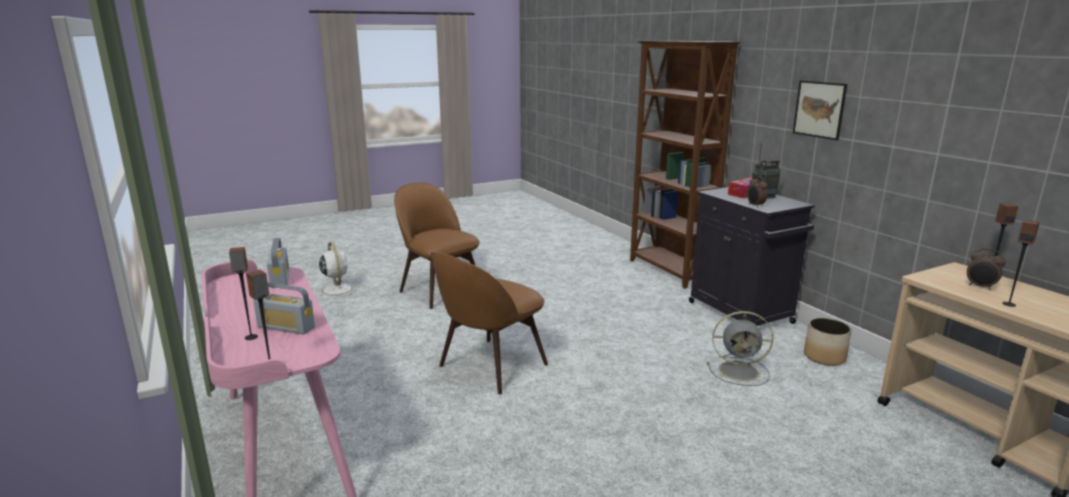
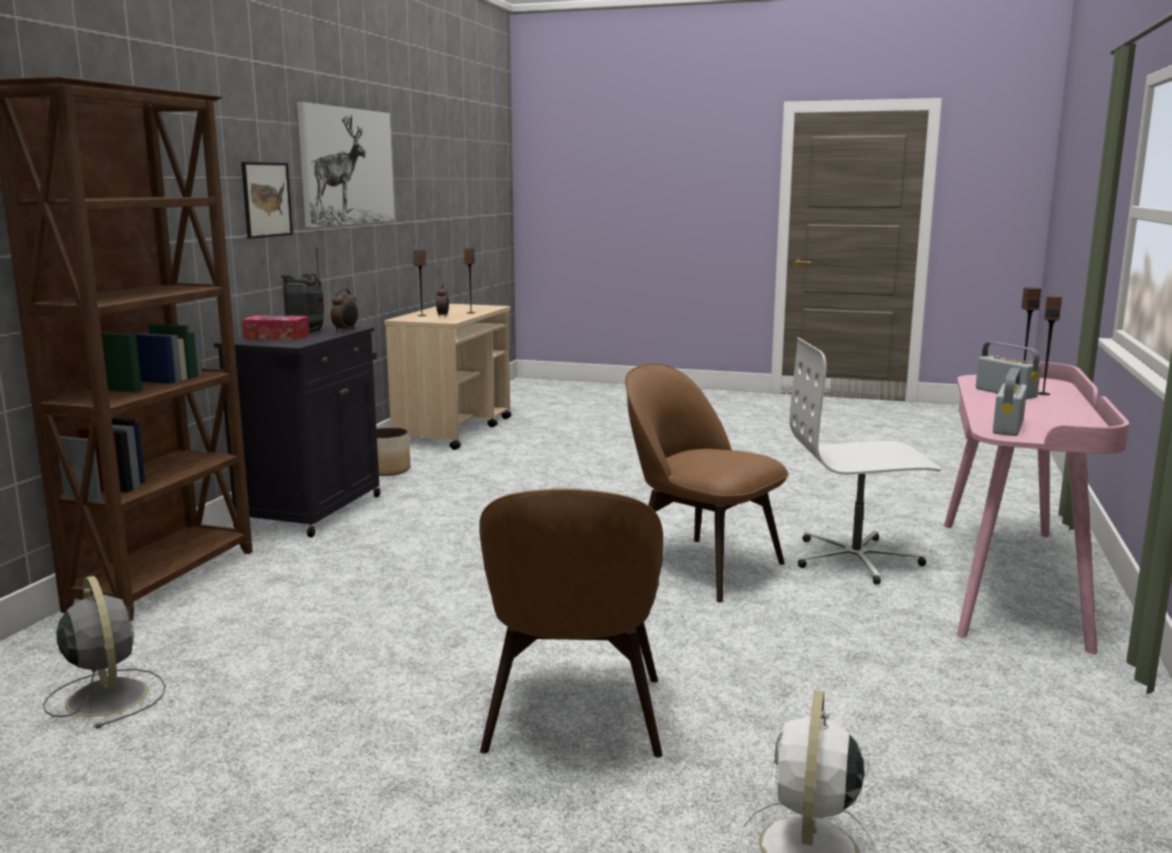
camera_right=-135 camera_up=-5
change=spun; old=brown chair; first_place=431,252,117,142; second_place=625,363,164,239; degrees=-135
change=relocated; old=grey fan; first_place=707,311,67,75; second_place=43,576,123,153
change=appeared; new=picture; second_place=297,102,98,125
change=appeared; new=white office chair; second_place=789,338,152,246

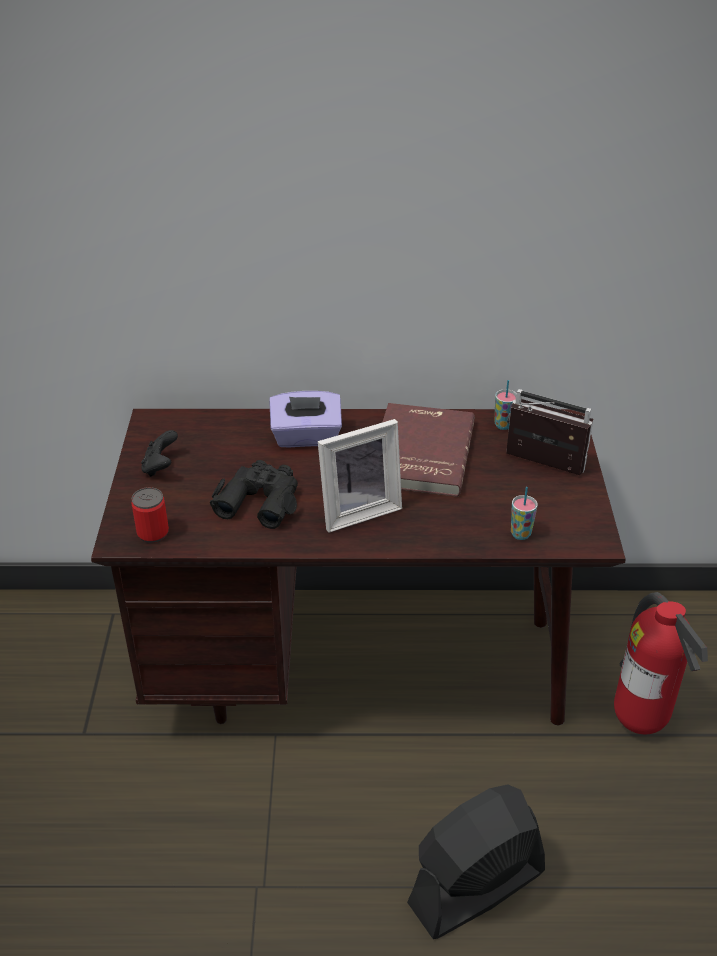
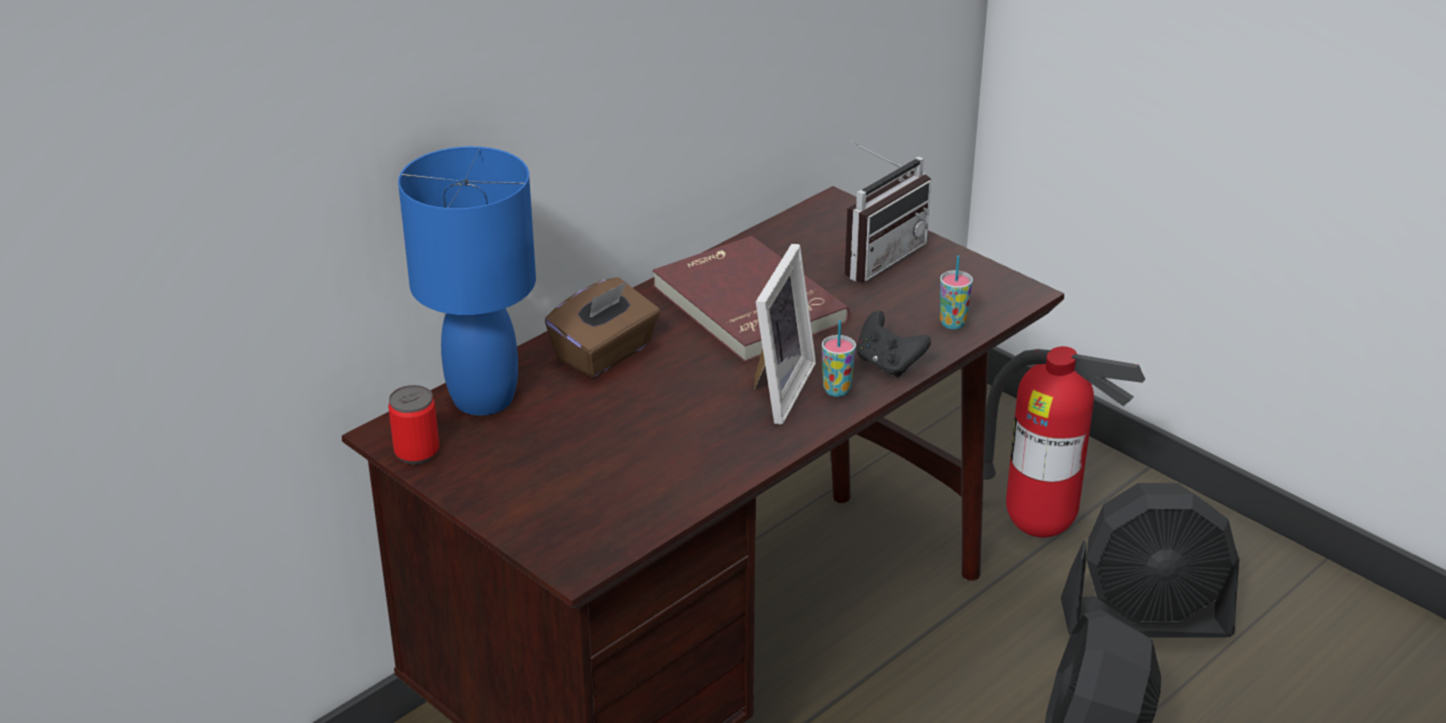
camera_right=-45 camera_up=-5
change=relocated; old=can; first_place=131,487,38,56; second_place=388,385,51,79
change=relocated; old=black game controller; first_place=141,430,37,47; second_place=857,311,74,66
change=missing; old=black binoculars; first_place=210,460,88,69
change=colour; old=purple tissue box; new=brown tissue box; first_place=269,391,73,56; second_place=545,277,115,101
change=relocated; old=cup; first_place=495,380,22,50; second_place=822,320,34,77
change=spun; old=radio; first_place=506,389,87,86; second_place=845,141,86,142; degrees=150
change=appeared; new=blue table lamp; second_place=398,146,138,269
change=appeared; new=black fan; second_place=1061,483,178,154

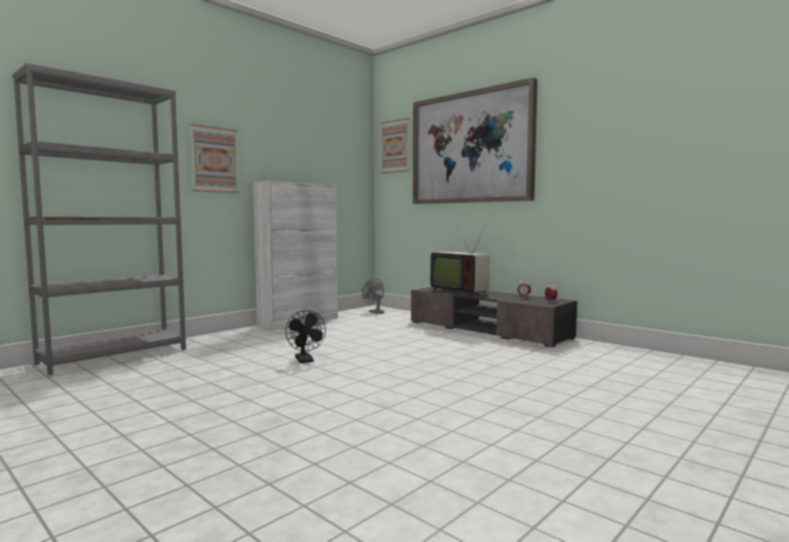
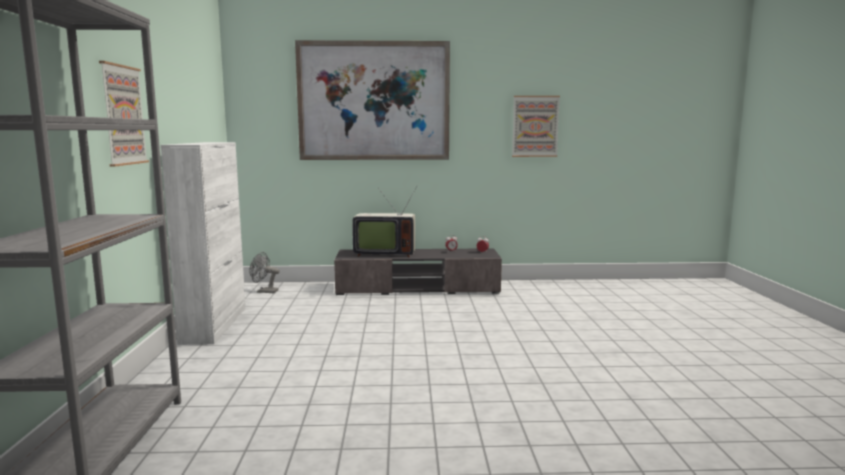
camera_right=-45 camera_up=5
change=missing; old=black fan; first_place=285,310,41,53
change=relocated; old=picture; first_place=380,118,29,55; second_place=512,96,48,61

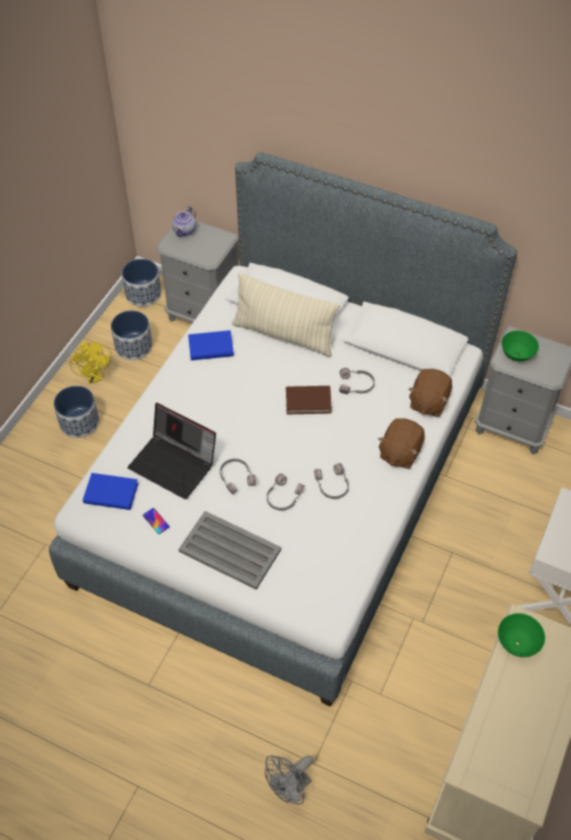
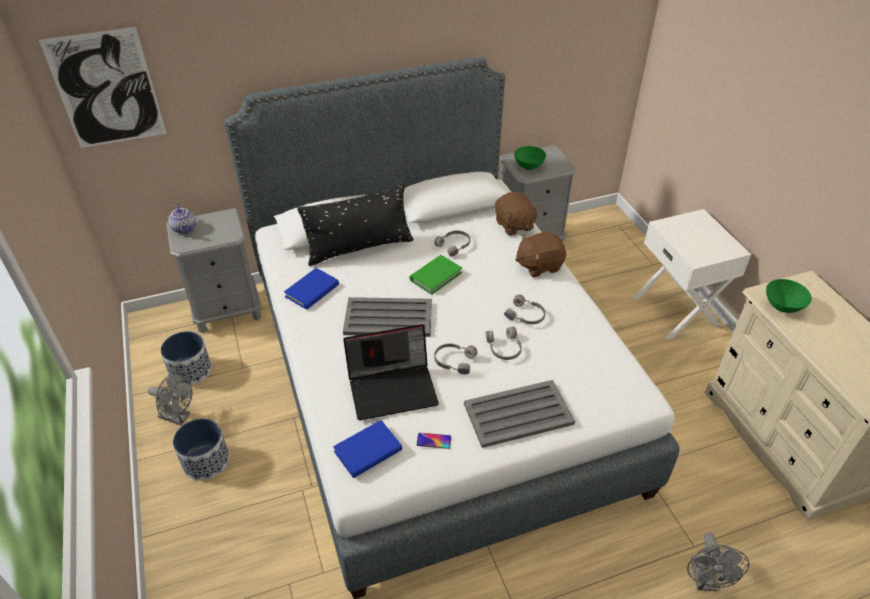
camera_right=-45 camera_up=-10
change=colour; old=yellow fan; new=grey fan; first_place=70,342,42,42; second_place=148,371,45,54
change=missing; old=planter; first_place=122,259,39,48
change=colour; old=beige pillow; new=black pillow; first_place=232,273,108,84; second_place=297,184,116,82
change=colour; old=brown book; new=green book; first_place=286,386,46,28; second_place=409,255,53,40
change=spun; old=brown plush toy; first_place=378,418,47,51; second_place=515,232,51,45; degrees=90
change=appeared; new=picture; second_place=39,27,128,121
change=appeared; new=grey tray; second_place=343,297,89,40

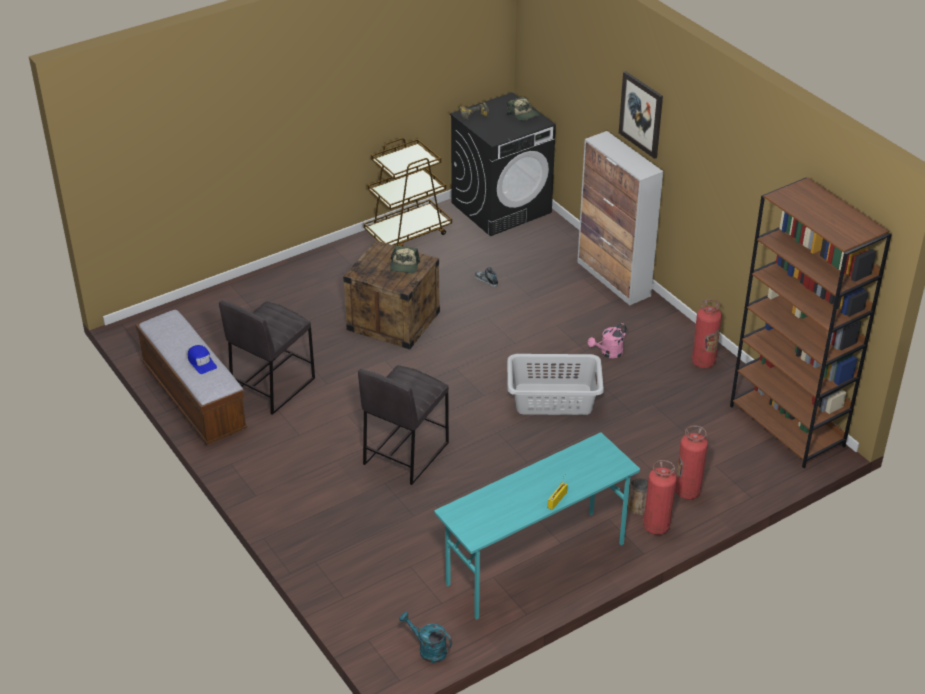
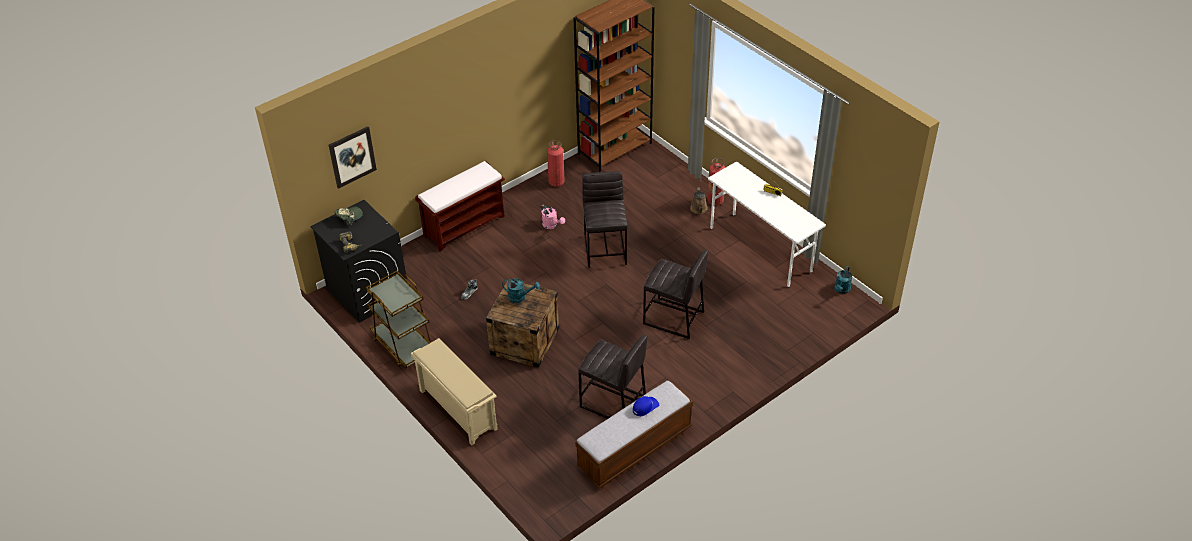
camera_right=-95 camera_up=5
change=exchanged; old=cap; new=turquoise watering can; first_place=390,246,30,27; second_place=502,278,38,25
change=colour; old=turquoise desk; new=white desk; first_place=434,432,206,188; second_place=708,162,118,125
change=exchanged; old=grey laundry basket; new=grey stool; first_place=507,354,97,61; second_place=582,171,46,97
change=exchanged; old=cabinet; new=brown bench; first_place=577,131,86,174; second_place=415,161,90,90
change=relocated; old=picture; first_place=619,71,44,88; second_place=329,126,48,63
change=missing; old=fire extinguisher; first_place=675,425,33,74
change=appeared; new=beige shoe rack; second_place=411,338,87,107

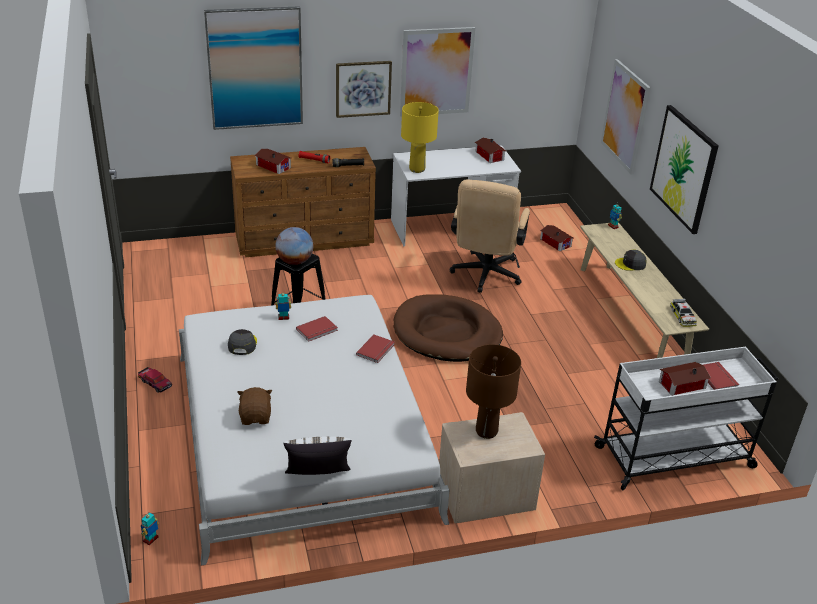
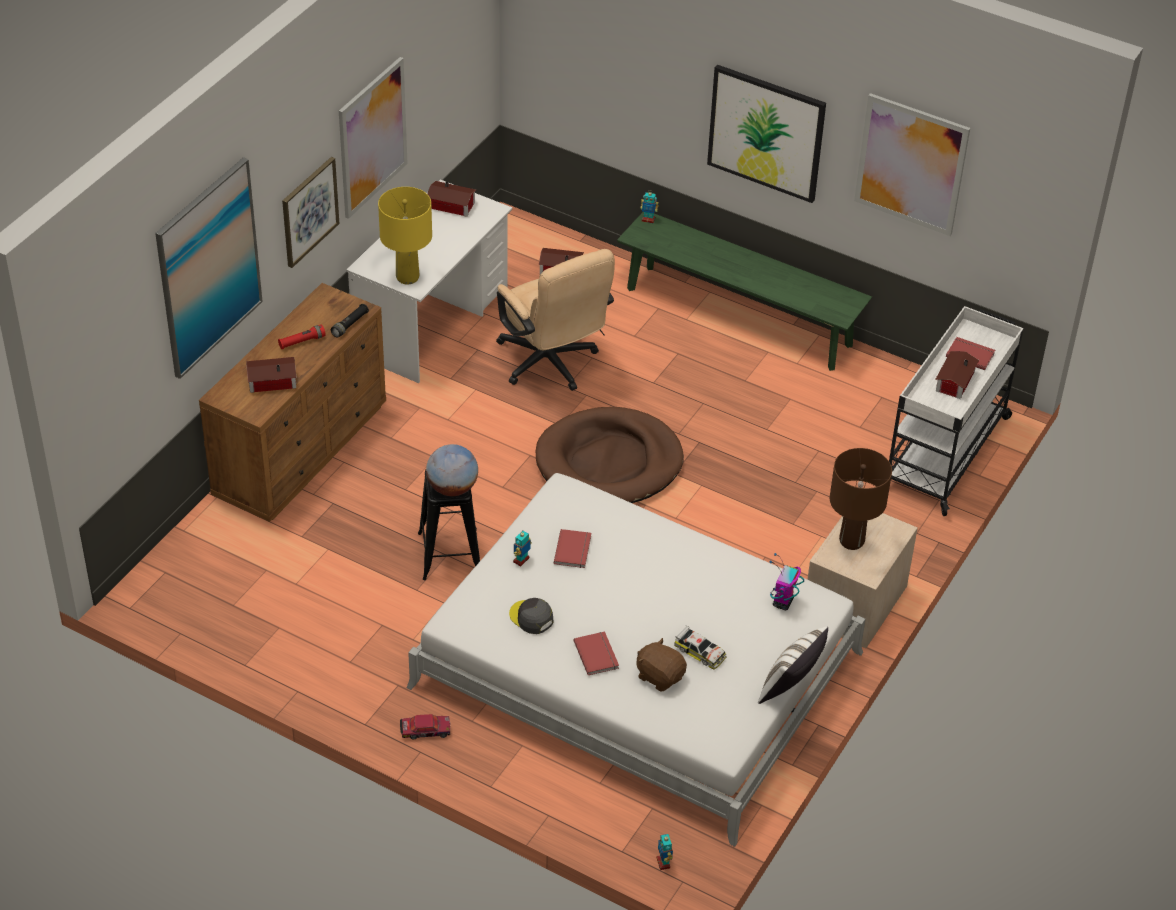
camera_right=-45 camera_up=10
change=relocated; old=red book; first_place=356,335,39,28; second_place=574,631,45,44
change=colour; old=beige bench; new=green bench; first_place=580,222,129,136; second_place=617,212,255,159
change=relocated; old=picture; first_place=601,59,50,116; second_place=854,93,116,143
change=missing; old=grey cap; first_place=615,250,32,21
change=relocated; old=toy car; first_place=670,299,27,28; second_place=674,626,53,44
change=appeared; new=toy robot; second_place=769,553,35,57

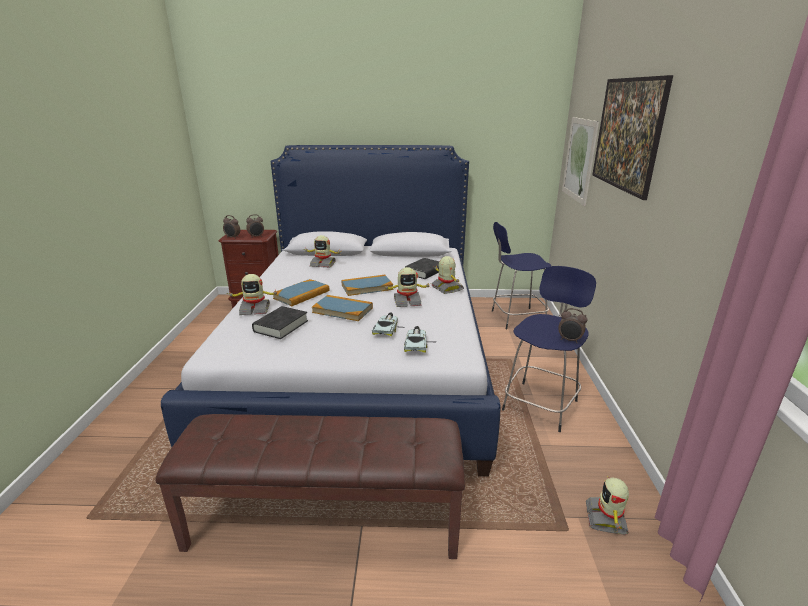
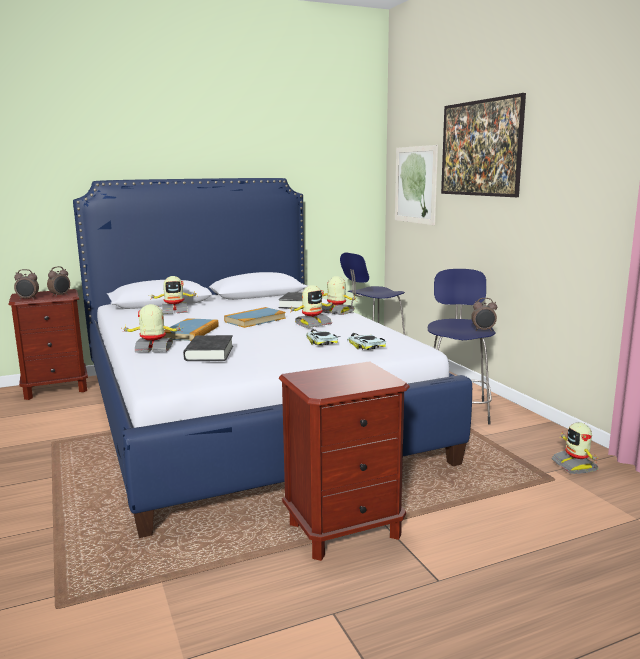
camera_right=-25 camera_up=-10
change=exchanged; old=brown bench; new=brown nightstand; first_place=156,414,309,145; second_place=279,361,131,200
change=spun; old=toy robot; first_place=227,274,51,41; second_place=122,304,62,49; degrees=-150
change=missing; old=book; first_place=312,295,61,26

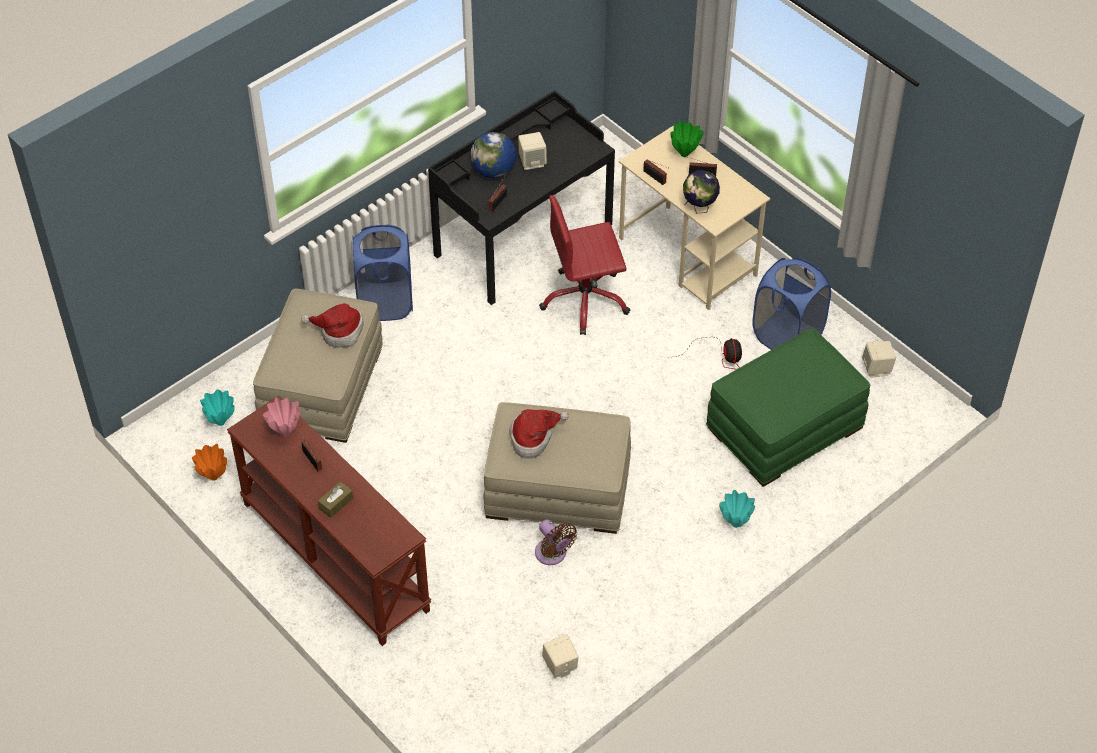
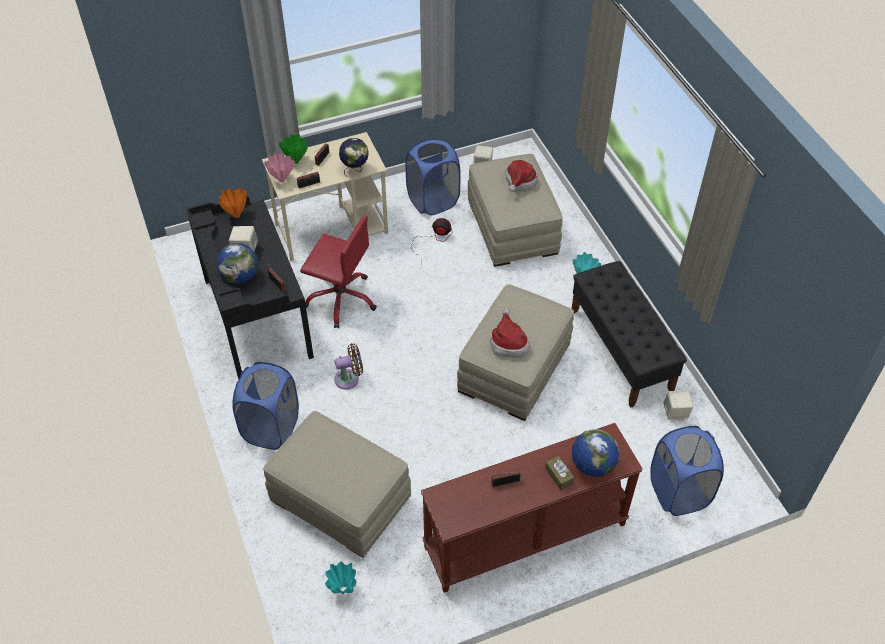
camera_right=-70 camera_up=0
change=relocated; old=orange vase; first_place=192,444,35,37; second_place=219,188,28,30
change=relocated; old=pink vase; first_place=263,398,37,39; second_place=264,152,31,30
change=relocated; old=hat; first_place=301,303,62,45; second_place=505,160,33,32
change=relocated; old=brown fan; first_place=535,519,42,46; second_place=334,343,29,47
change=spun; old=red office chair; first_place=539,195,91,140; second_place=300,215,77,113; degrees=-75
change=colour; old=green ottoman; new=beige ottoman; first_place=706,328,164,159; second_place=468,154,95,113
change=appeared; new=black bench; second_place=571,261,116,147
change=appeared; new=globe; second_place=572,429,47,48
change=appeared; new=blue laundry basket; second_place=650,426,74,90

